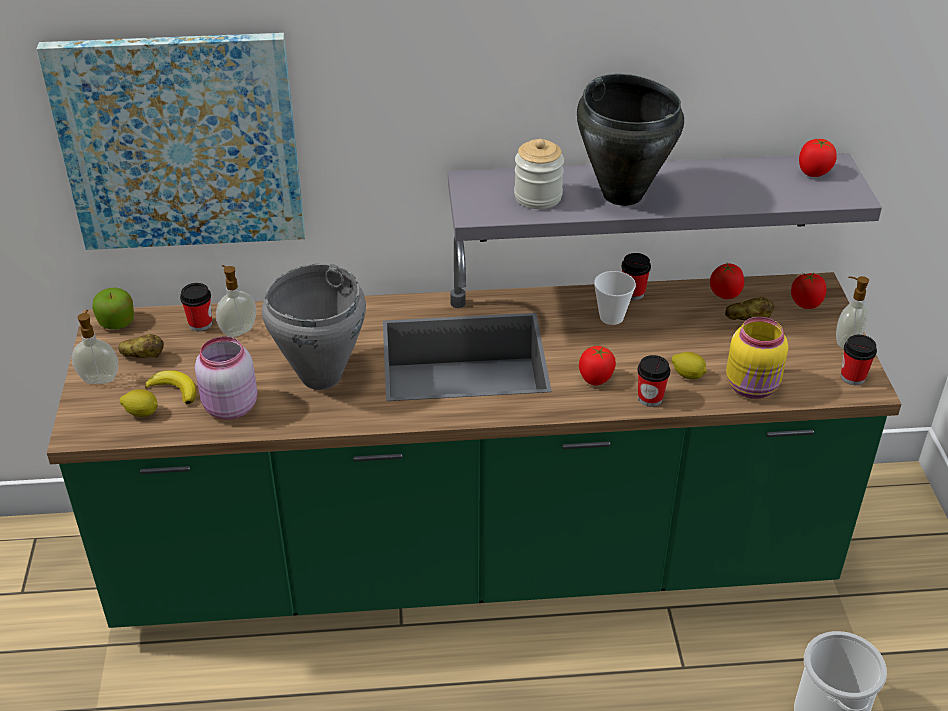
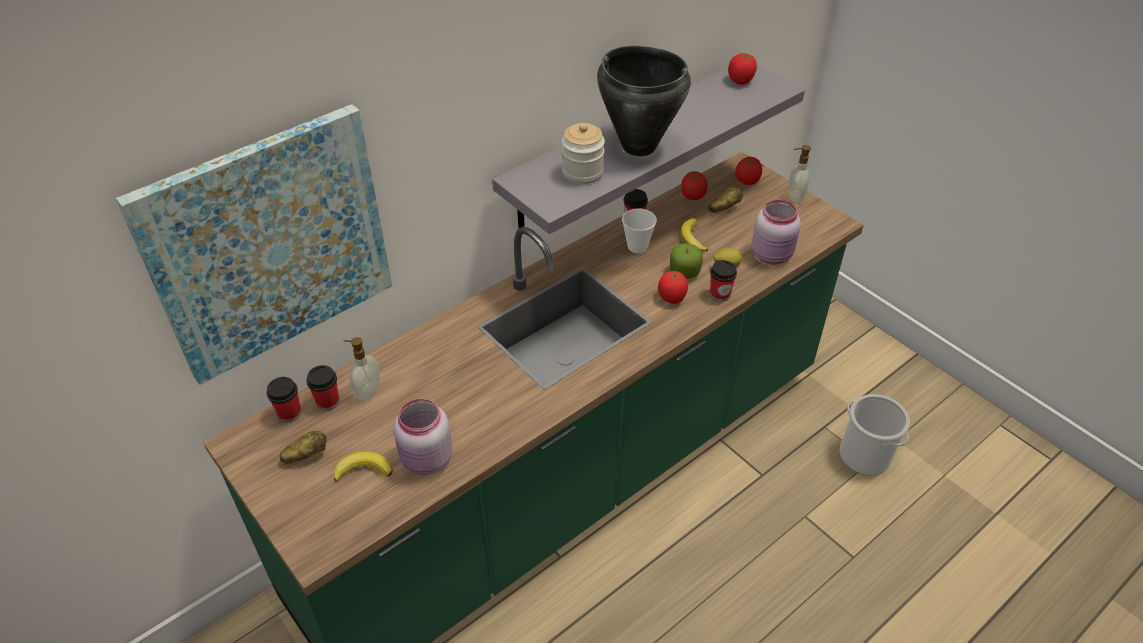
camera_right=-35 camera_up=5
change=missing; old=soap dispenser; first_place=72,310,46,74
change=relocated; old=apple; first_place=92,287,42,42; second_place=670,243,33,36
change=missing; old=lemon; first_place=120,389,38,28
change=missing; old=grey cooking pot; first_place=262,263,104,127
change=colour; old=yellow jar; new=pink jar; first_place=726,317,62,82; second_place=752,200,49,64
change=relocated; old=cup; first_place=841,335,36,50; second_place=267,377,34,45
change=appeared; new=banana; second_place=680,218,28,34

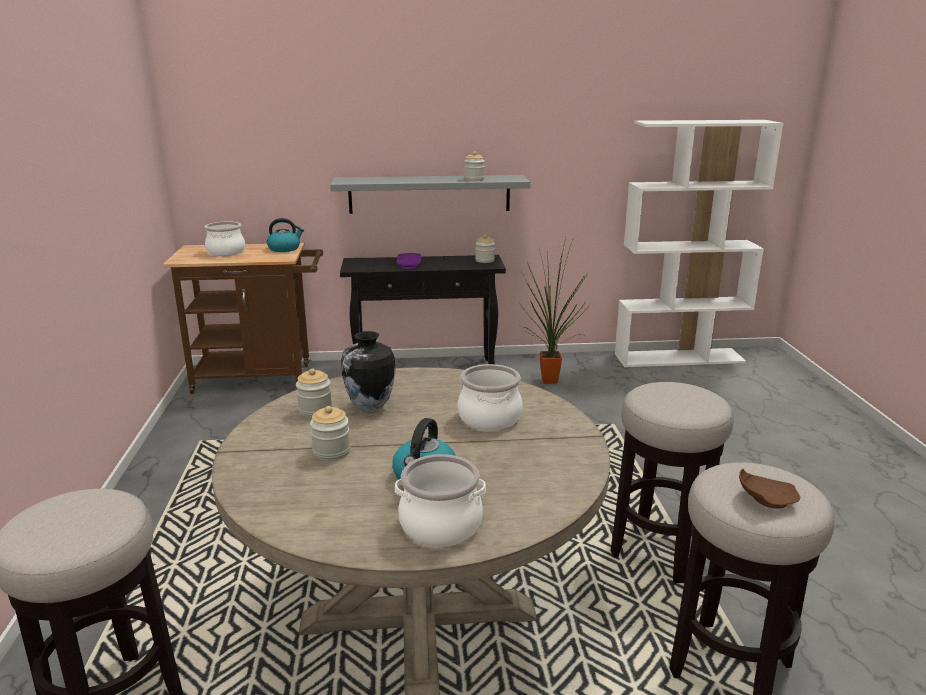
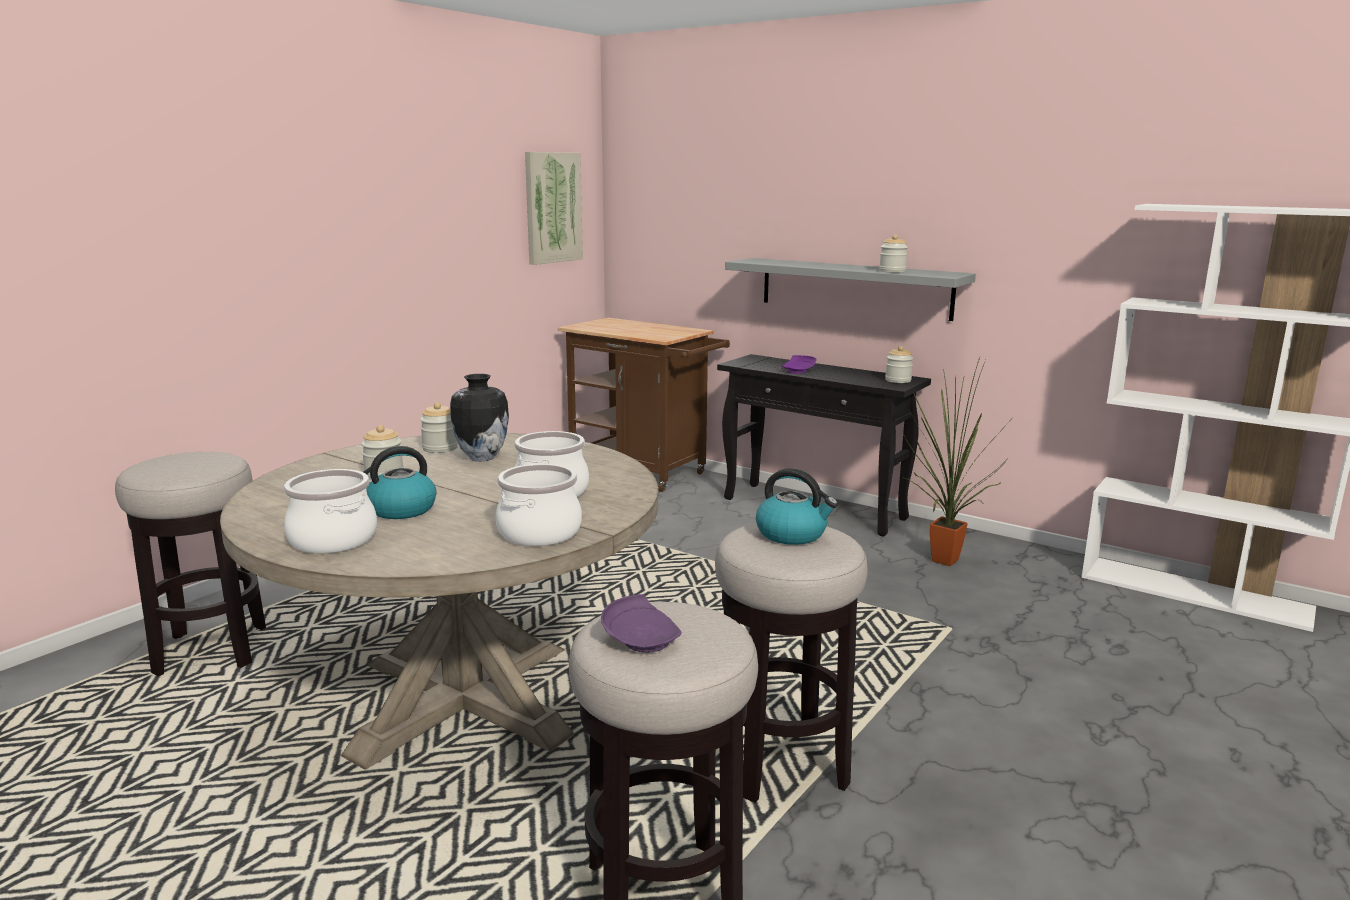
camera_right=40 camera_up=-5
change=relocated; old=cooking pot; first_place=204,221,41,35; second_place=496,464,86,82
change=relocated; old=kettle; first_place=267,218,37,34; second_place=756,468,82,77
change=colour; old=brown plate; new=purple plate; first_place=739,469,62,40; second_place=601,594,81,59
change=appeared; new=picture; second_place=525,152,58,113

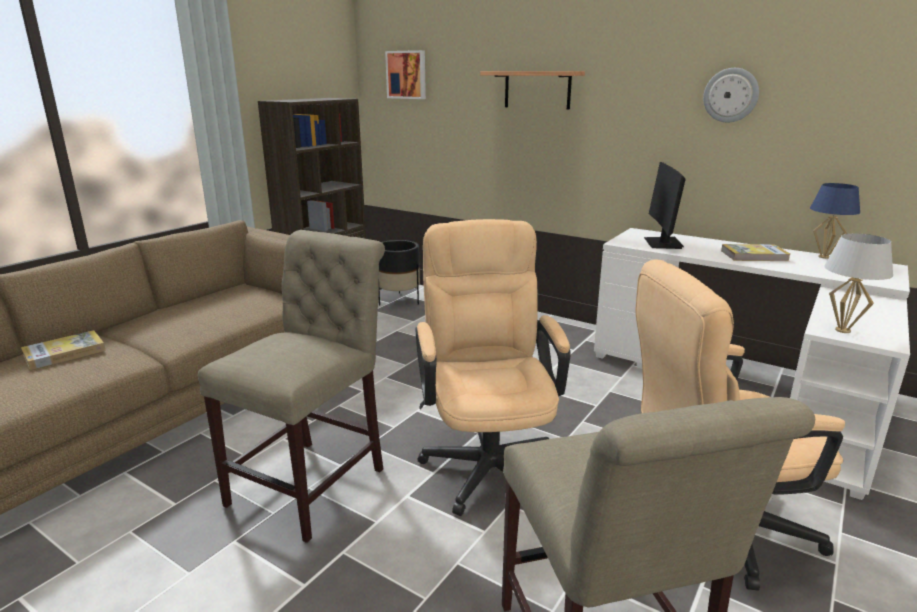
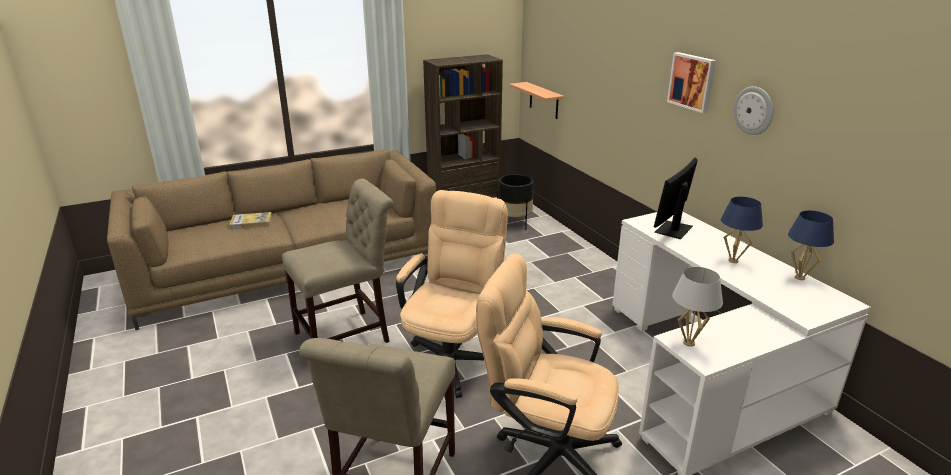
camera_right=30 camera_up=5
change=relocated; old=picture; first_place=385,50,41,49; second_place=667,52,49,61
change=relocated; old=shelf; first_place=480,71,105,39; second_place=509,82,55,37
change=exchanged; old=book; new=blue table lamp; first_place=721,244,69,17; second_place=721,197,42,66

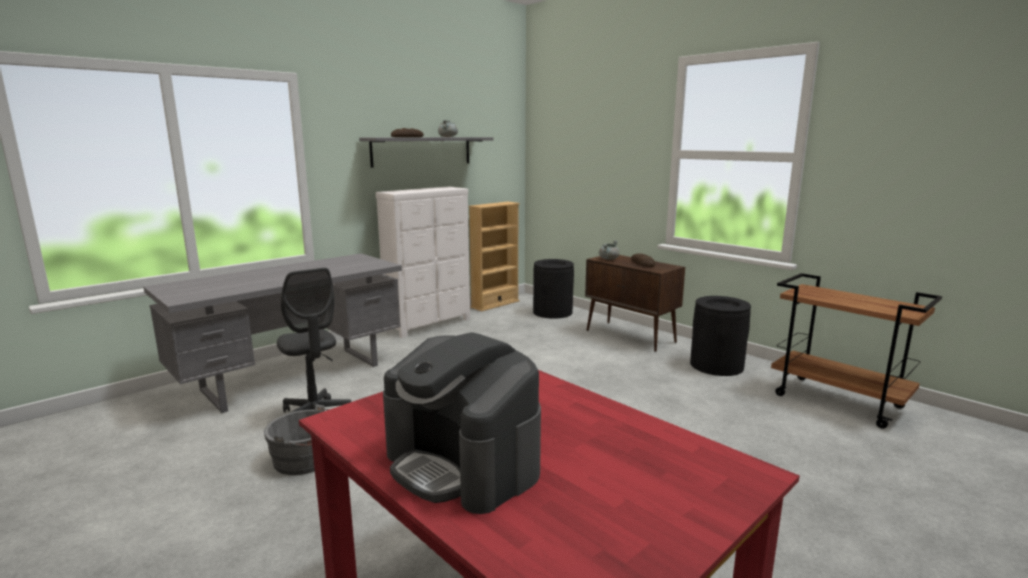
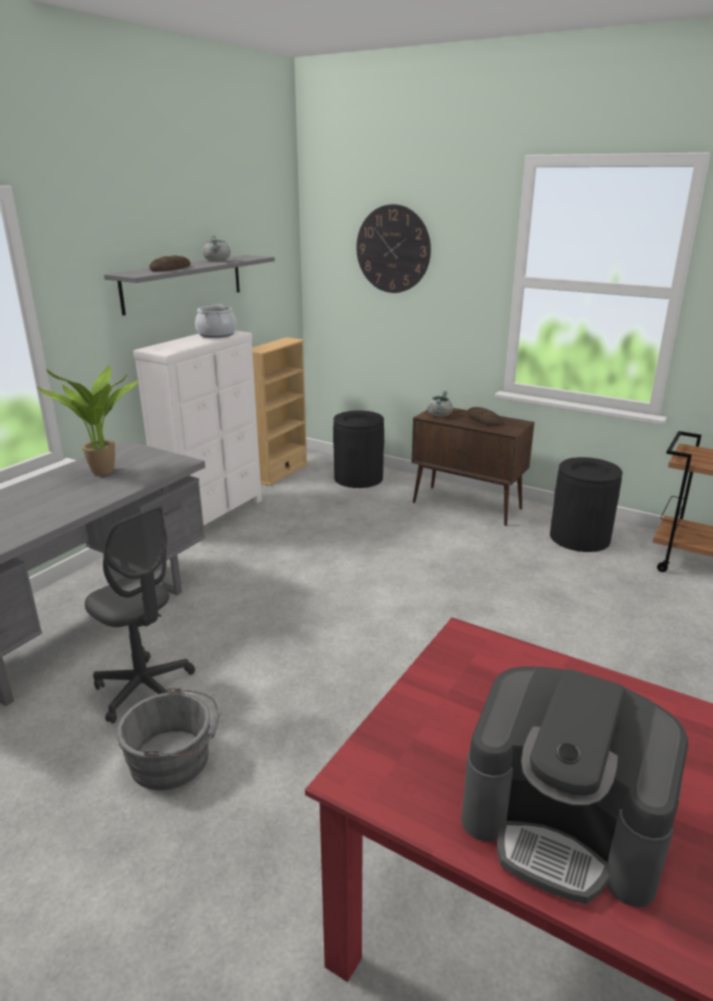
camera_right=-15 camera_up=10
change=appeared; new=potted plant; second_place=37,365,102,110
change=appeared; new=cooking pot; second_place=195,304,42,34
change=appeared; new=wall clock; second_place=356,204,75,89

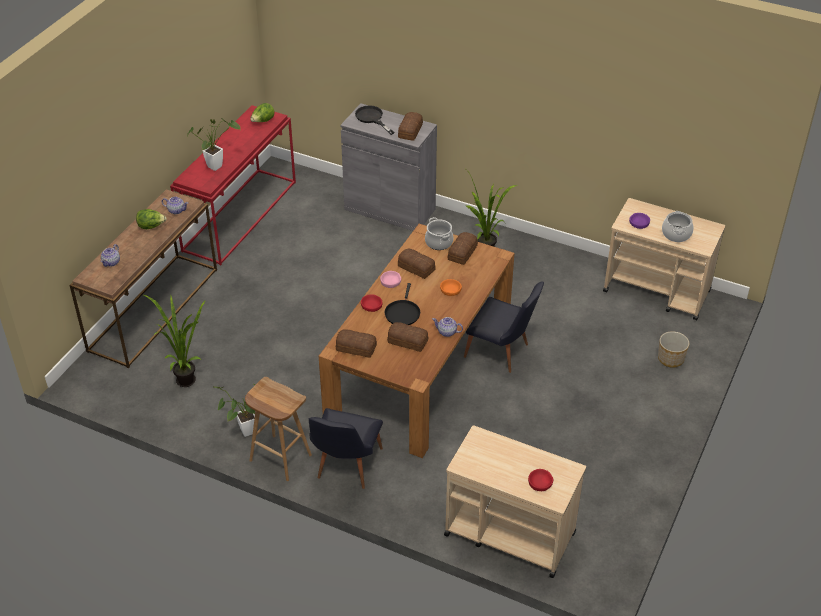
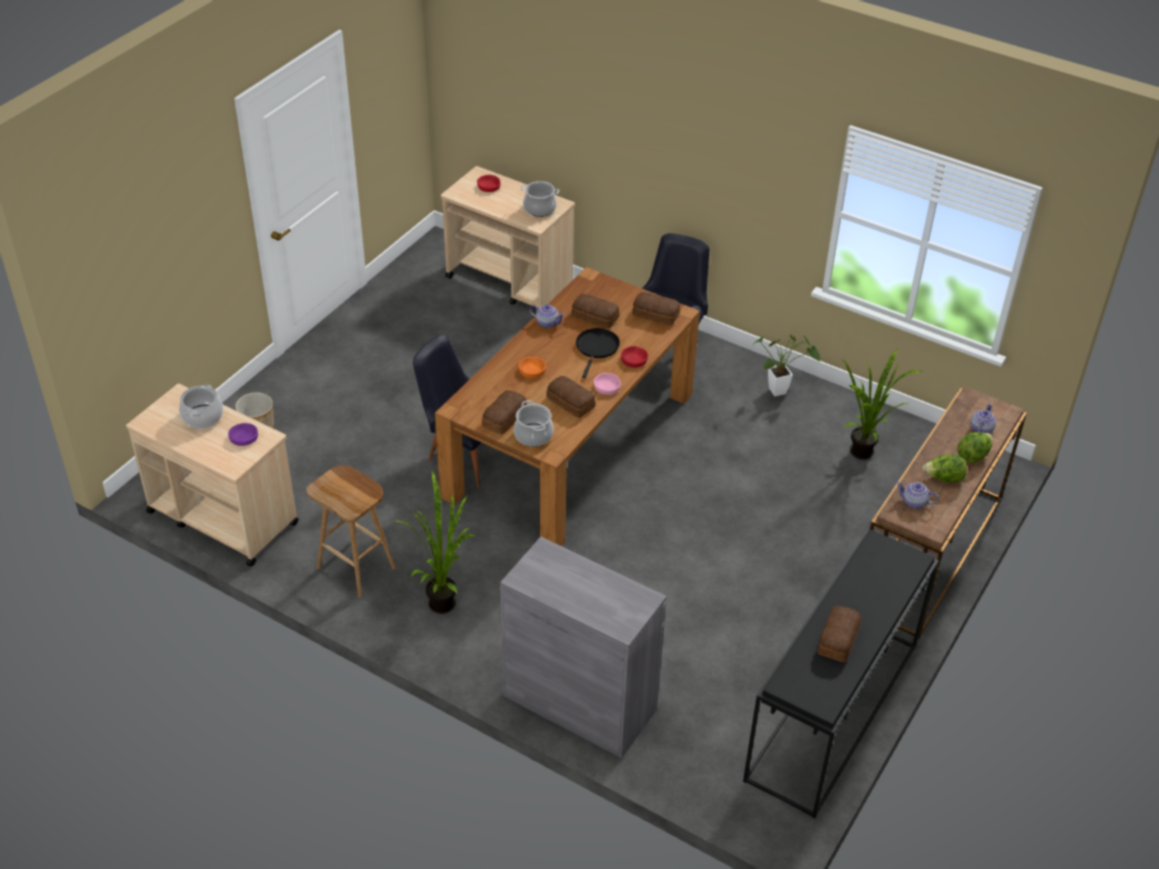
camera_right=-175 camera_up=0
change=colour; old=red console table; new=black console table; first_place=170,105,126,160; second_place=743,529,195,290
change=missing; old=potted plant; first_place=187,119,53,52
change=relocated; old=brown stool; first_place=245,377,67,104; second_place=306,465,90,133
change=relocated; old=lettuce; first_place=250,103,25,19; second_place=957,432,36,31
change=missing; old=black frying pan; first_place=355,105,40,30
change=relocated; old=bread; first_place=398,112,25,28; second_place=818,606,43,56
change=appeared; new=cooking pot; second_place=521,181,38,36

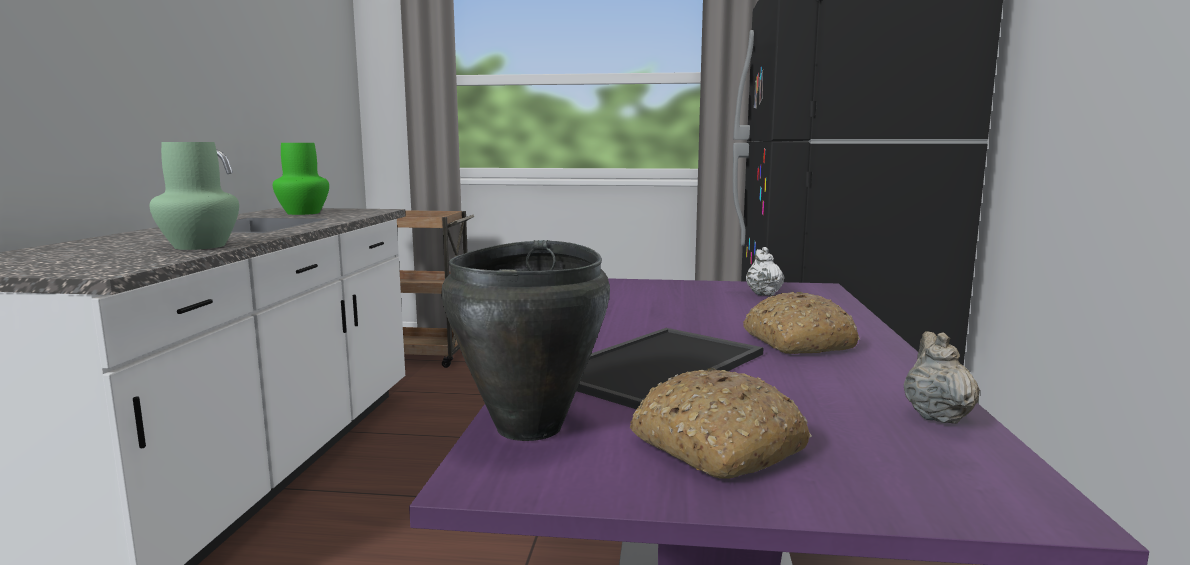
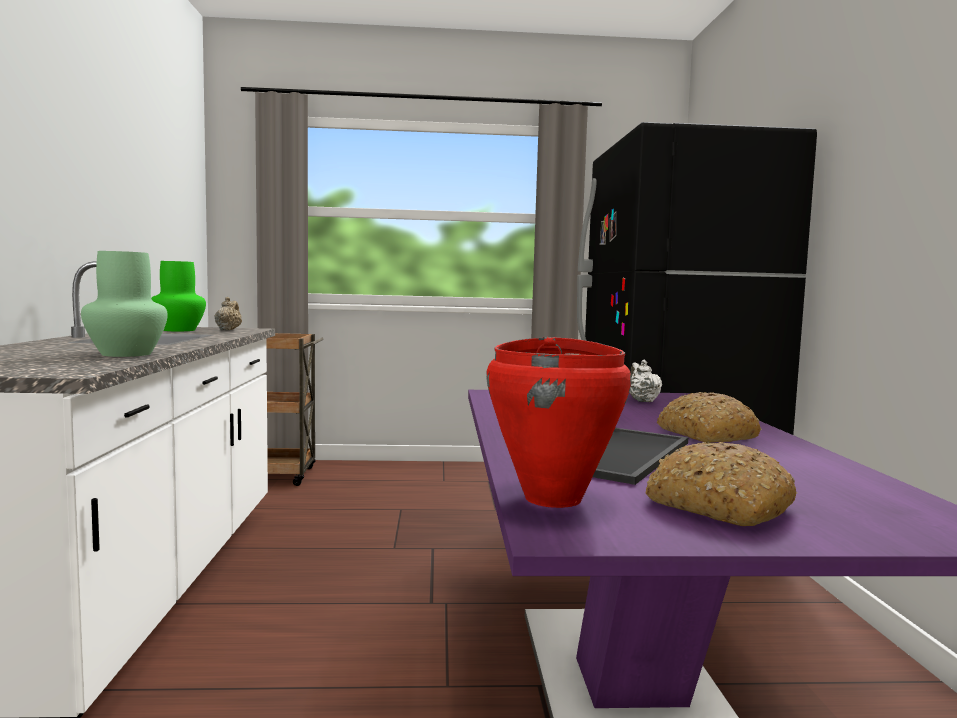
camera_right=-10 camera_up=-5
change=colour; old=black cooking pot; new=red cooking pot; first_place=441,240,169,201; second_place=486,337,146,171
change=relocated; old=beige teapot; first_place=903,331,77,93; second_place=215,297,27,33

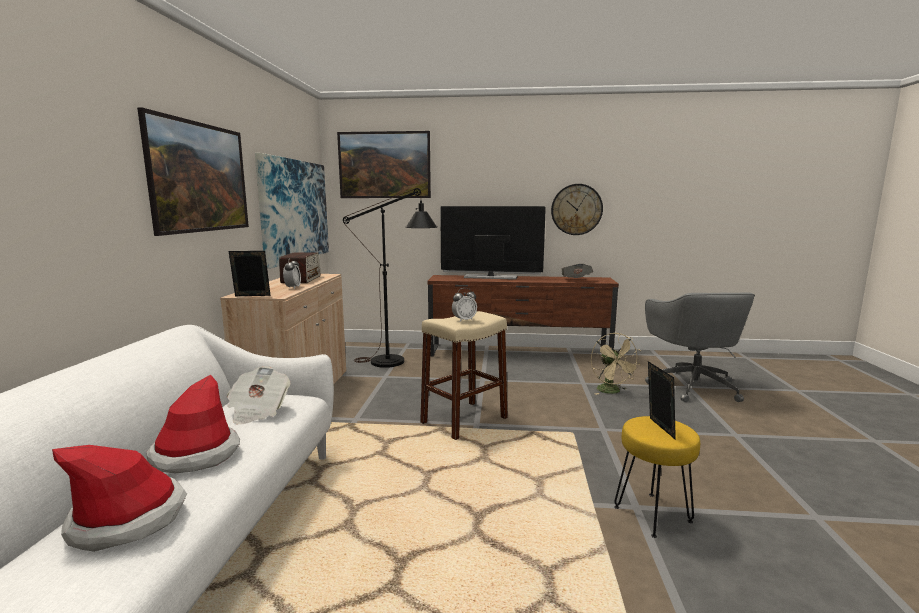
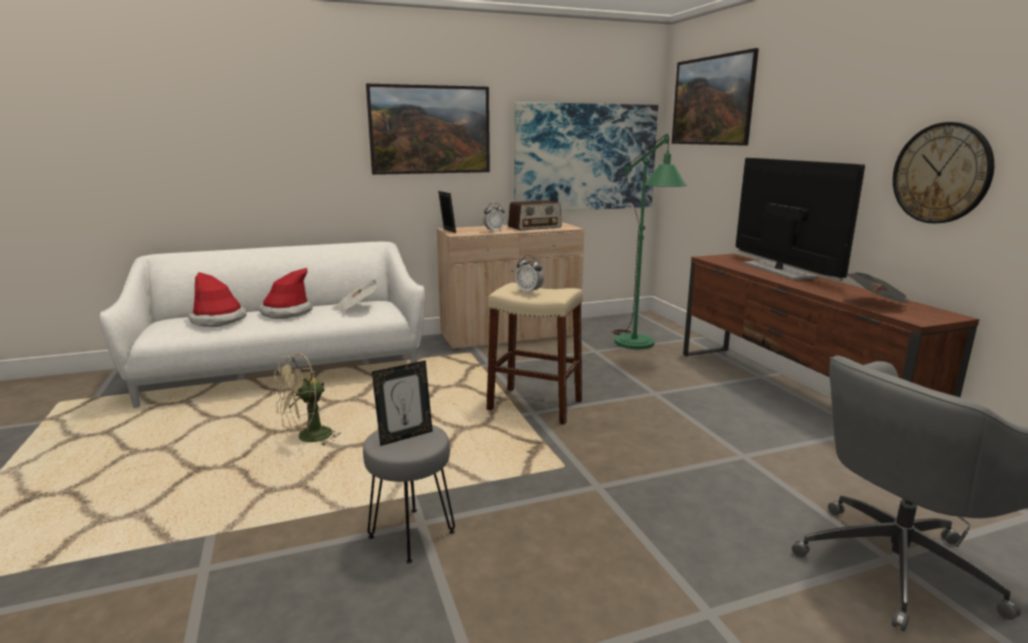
camera_right=65 camera_up=5
change=colour; old=black floor lamp; new=green floor lamp; first_place=343,188,95,180; second_place=612,134,75,215
change=relocated; old=beige fan; first_place=591,333,50,62; second_place=273,353,68,93
change=colour; old=yellow stool; new=grey stool; first_place=614,416,86,122; second_place=363,425,92,139

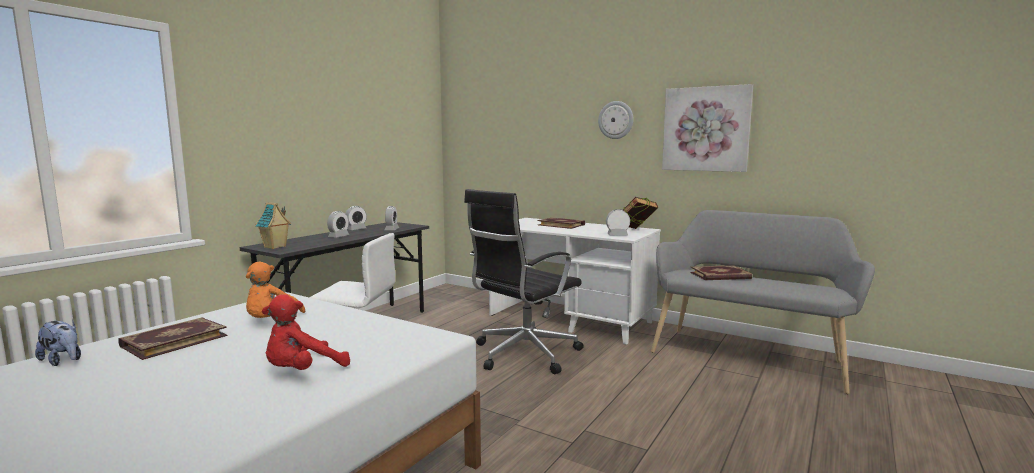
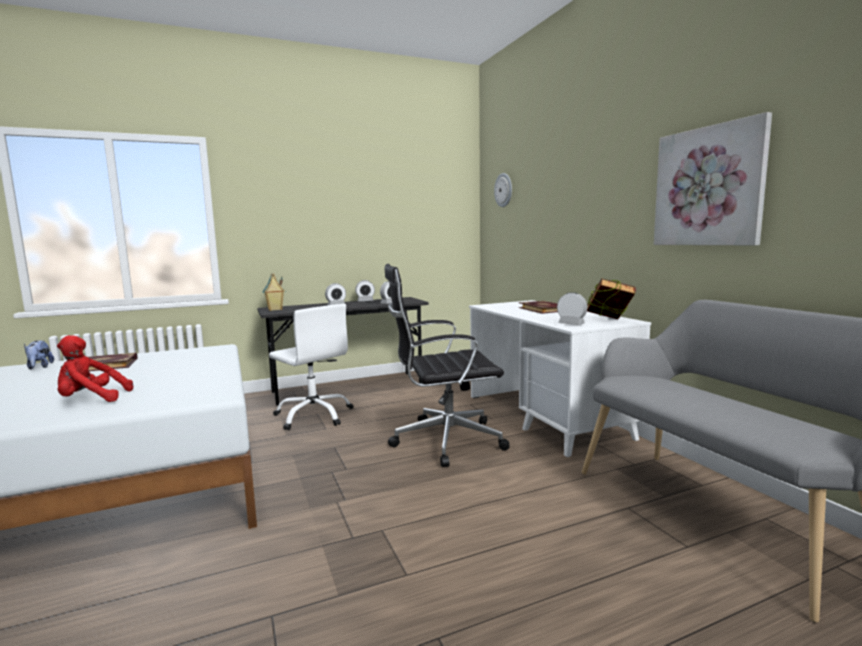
camera_right=35 camera_up=0
change=missing; old=orange plush toy; first_place=246,261,60,57
change=relocated; old=wall clock; first_place=598,101,35,38; second_place=494,173,18,34
change=missing; old=book; first_place=690,265,62,15

